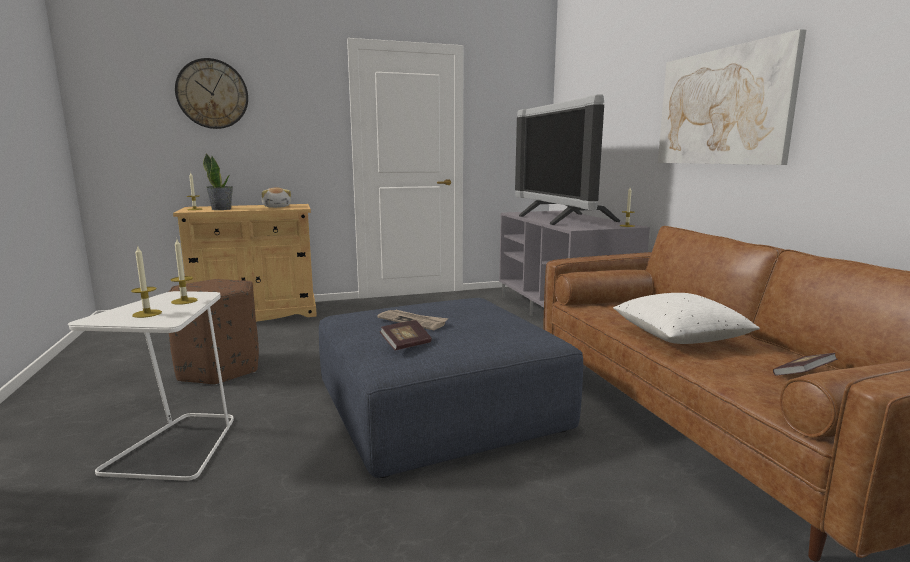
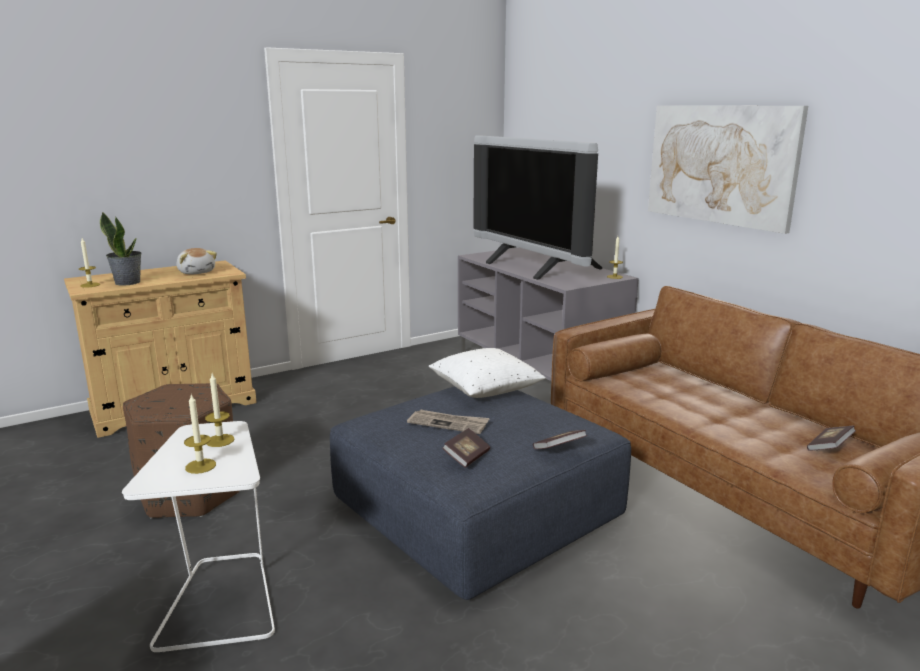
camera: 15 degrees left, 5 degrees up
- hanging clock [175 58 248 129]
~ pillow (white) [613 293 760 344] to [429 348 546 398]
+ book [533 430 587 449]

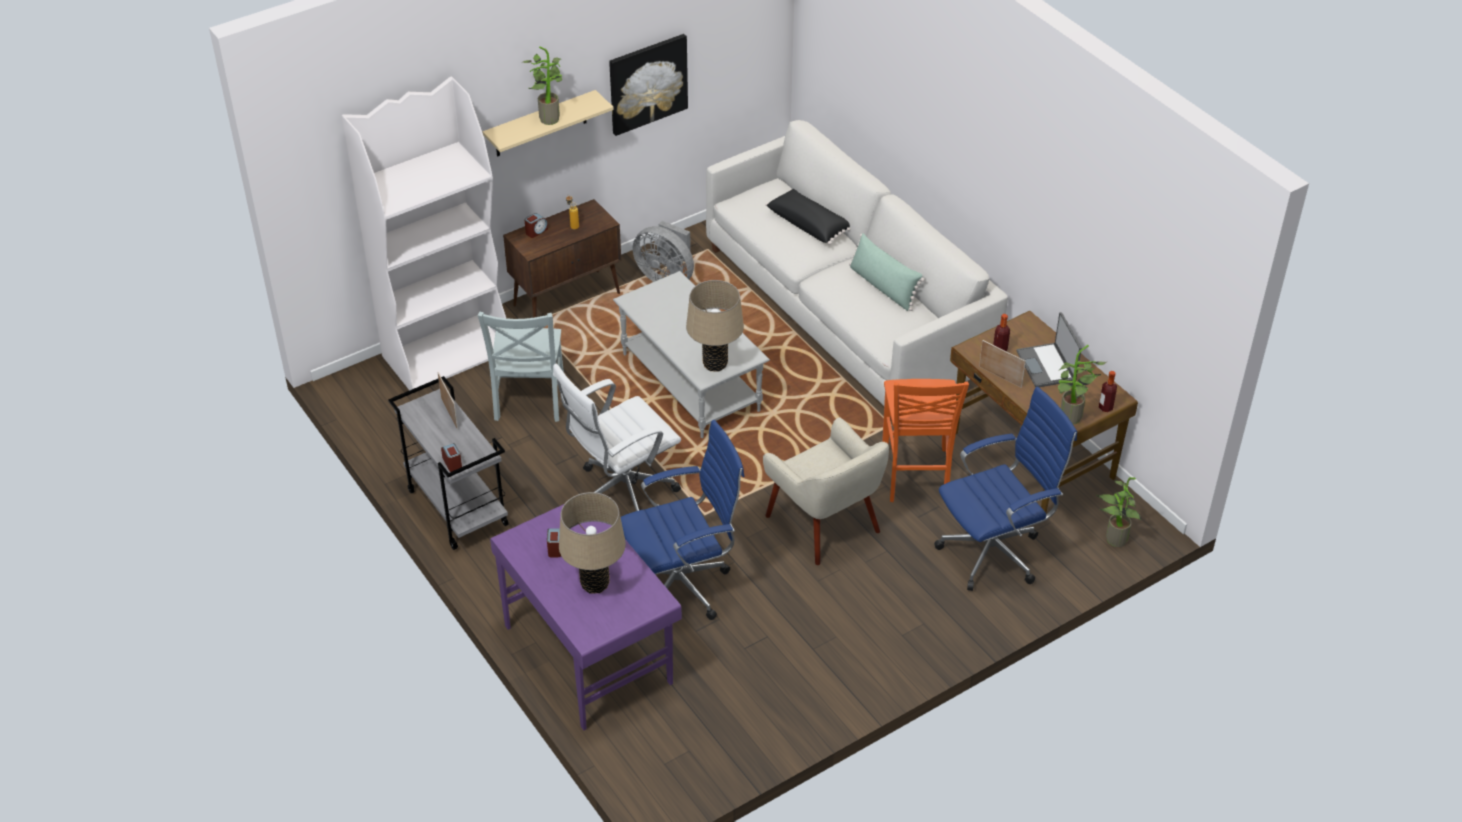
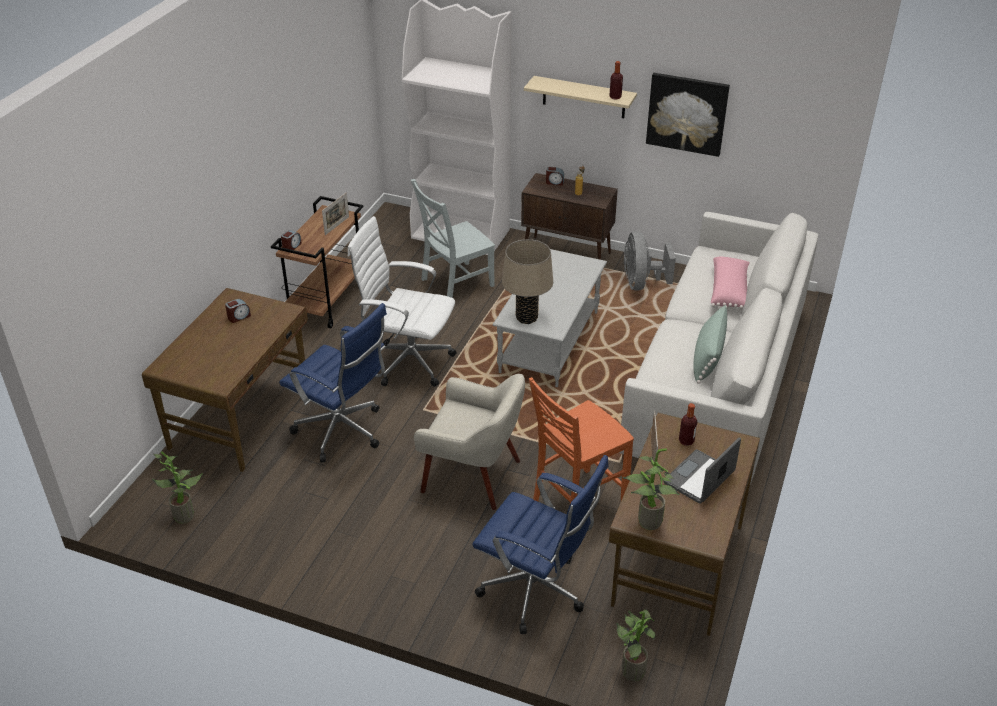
camera: 55 degrees right, 5 degrees down
~ trolley (gray) [388 376 509 550] to trolley (brown-coloured) [271 196 363 329]
~ desk table (purplish) [490 504 682 730] to desk table (brown-coloured) [142 288 308 472]
~ potted plant [522 46 562 125] to [152 452 203 524]
- table lamp (beige) [559 492 626 593]
~ lounge chair (beige) [763 418 889 565] = [414 374 525 510] 90 degrees counterclockwise
~ pillow (black) [765 189 850 245] to pillow (pink) [711 256 750 309]
~ bottle [1099 371 1117 412] to [609 61 623 100]

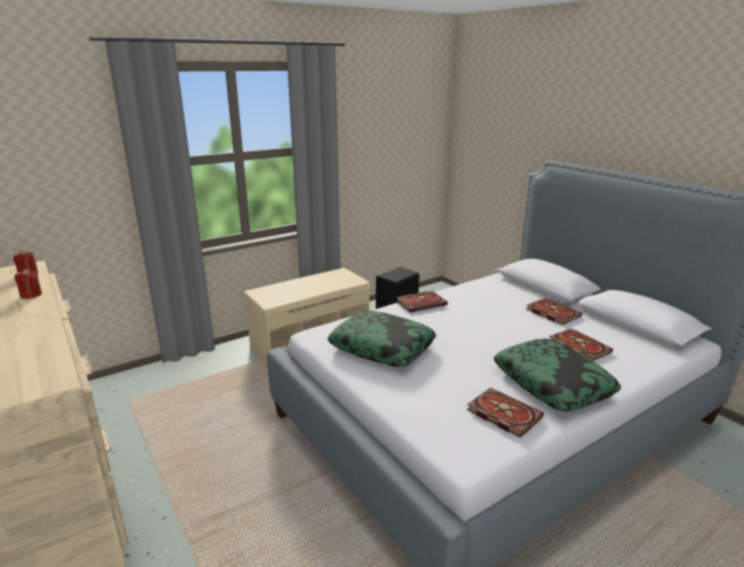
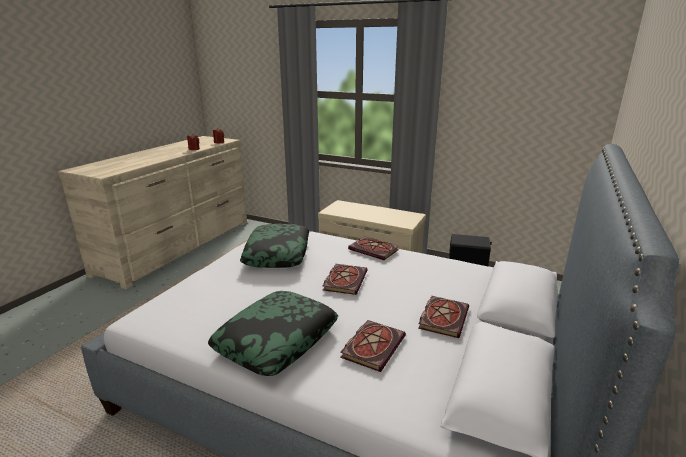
camera: 60 degrees right, 0 degrees up
~ book [467 387 544 438] to [323 264 367 295]

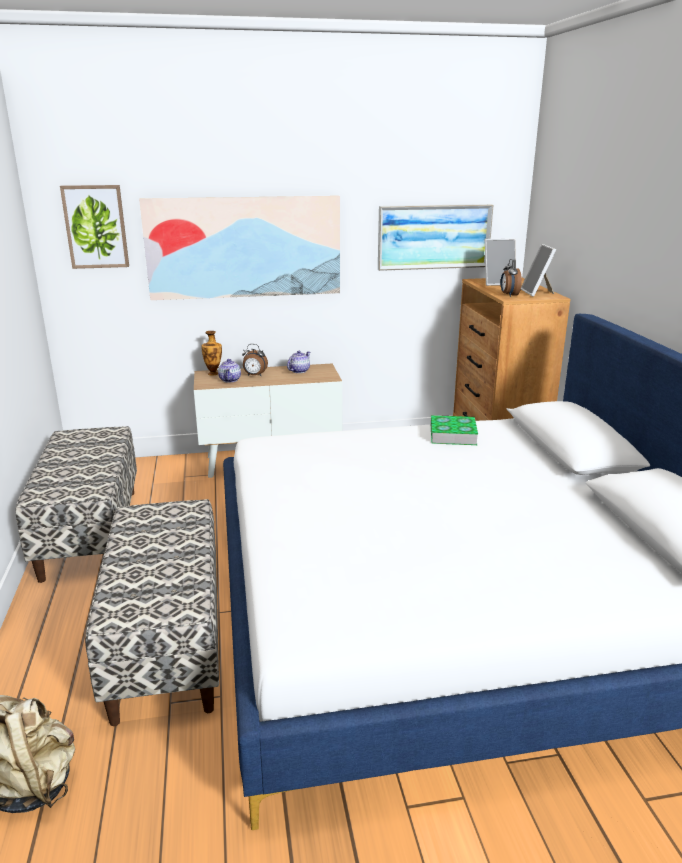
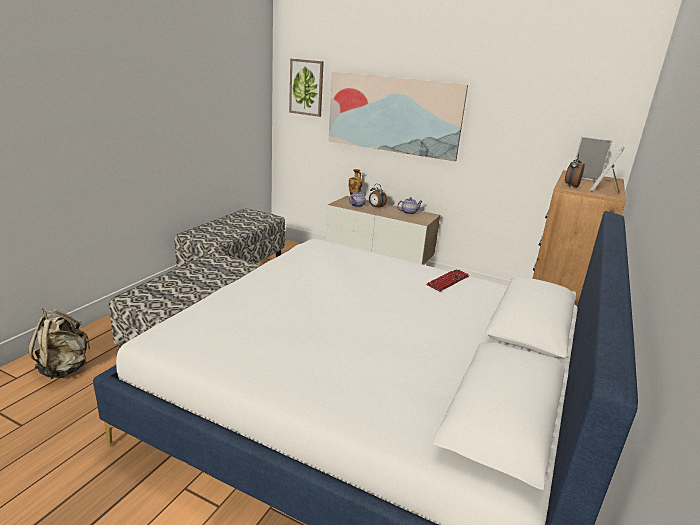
camera: 35 degrees right, 0 degrees up
- wall art [378 204 494 271]
~ book [431 415 478 445] to keyboard [426 270 469 292]

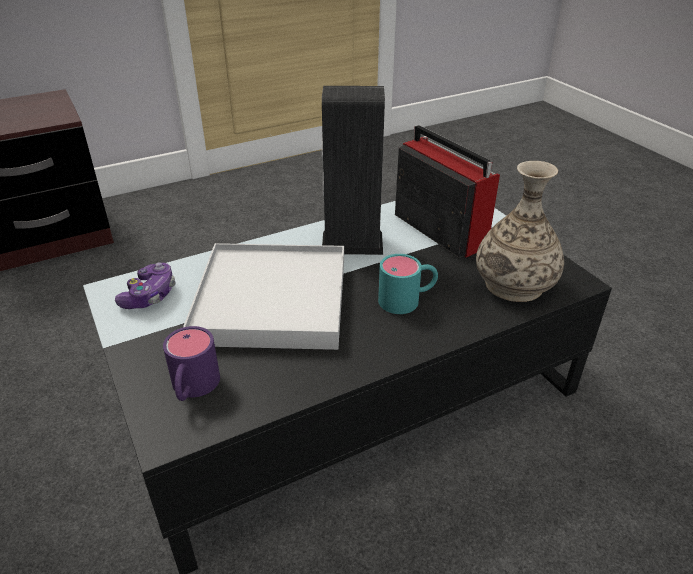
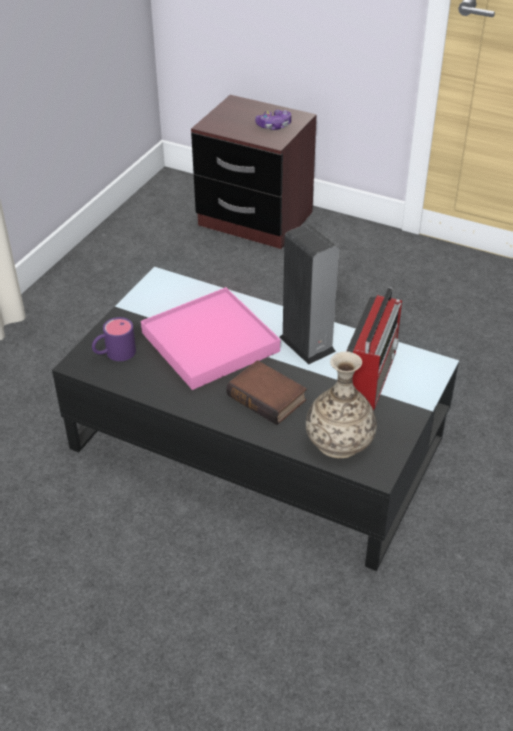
camera: 55 degrees right, 5 degrees up
~ gamepad [115 262 176 309] to [255 110 291 130]
~ serving tray (white) [183 243 344 350] to serving tray (pink) [141 287 280 390]
~ coffee mug (blue-green) [378 254 438 314] to book [226 360 307 425]

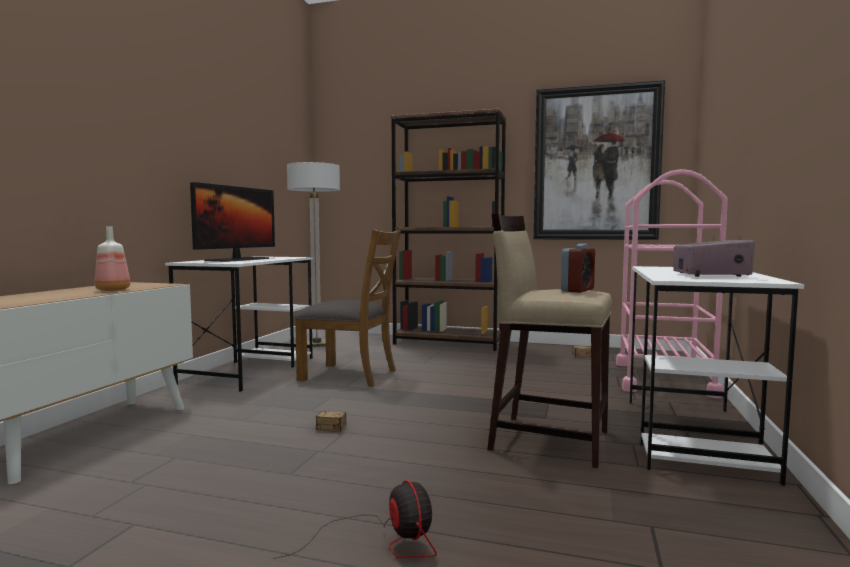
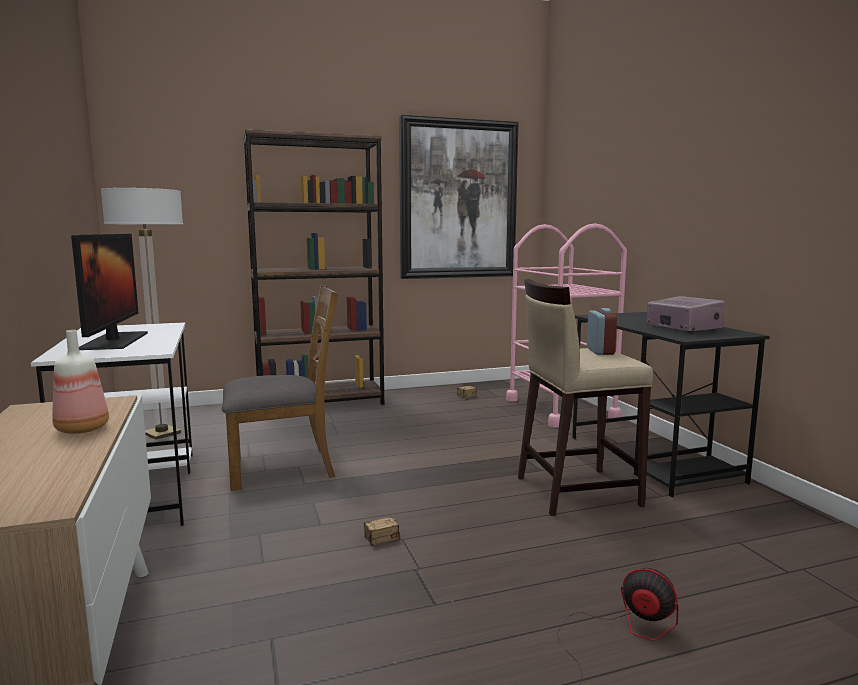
camera: 35 degrees left, 5 degrees up
~ desk table (white) [630 266 804 486] to desk table (black) [572 312 770 497]

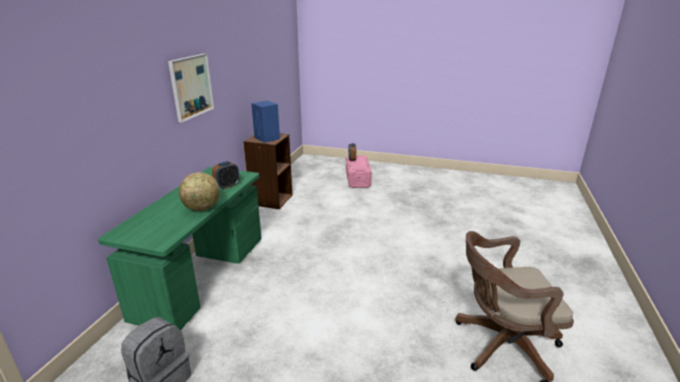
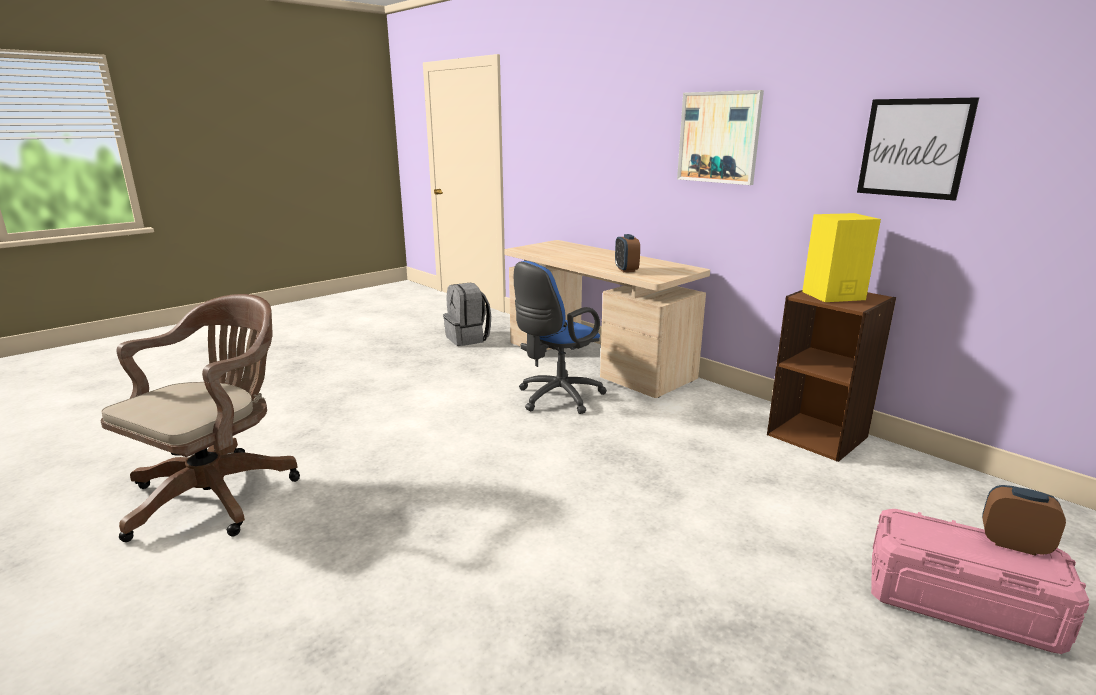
camera: 120 degrees right, 5 degrees down
~ desk table (green-coloured) [98 167 262 331] to desk table (beige) [505 240 710 398]
- world globe [179 172 220 211]
~ audio speaker (blue) [251 101 280 143] to audio speaker (yellowish) [802 213 881 302]
+ desk chair (blue) [514 261 607 414]
+ wall art [857 97 979 201]

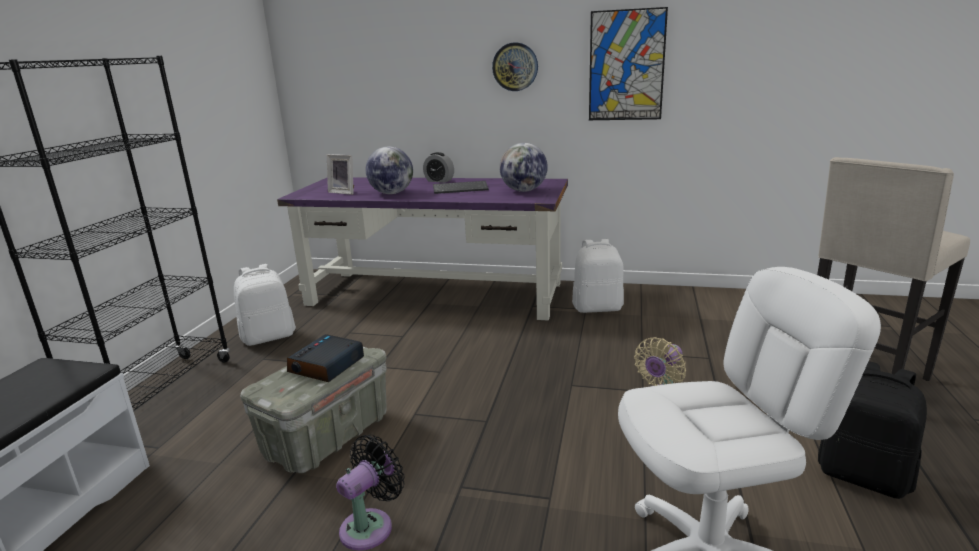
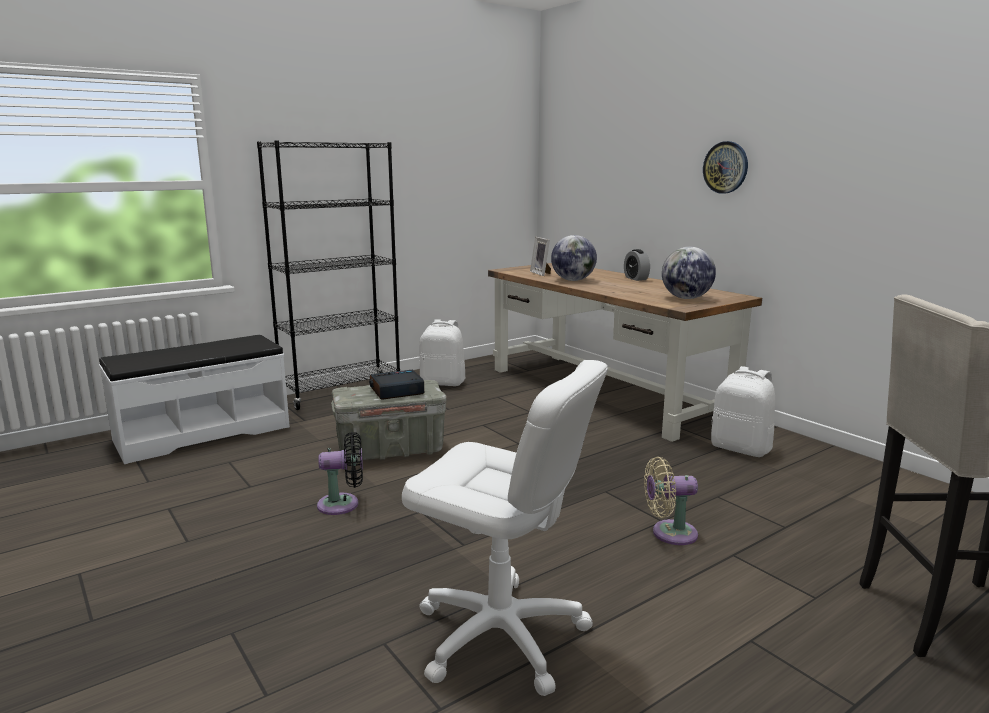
camera: 40 degrees right, 5 degrees down
~ desk table (purplish) [277 177 568 321] to desk table (brown-coloured) [488 263 762 442]
- keyboard [433 181 489 194]
- wall art [589 7 668 120]
- backpack (black) [818 361 927 499]

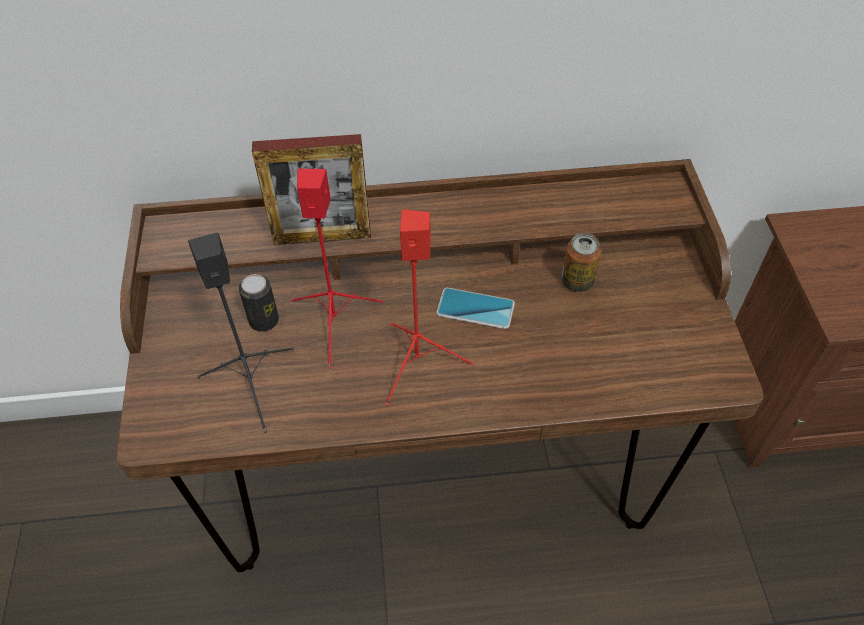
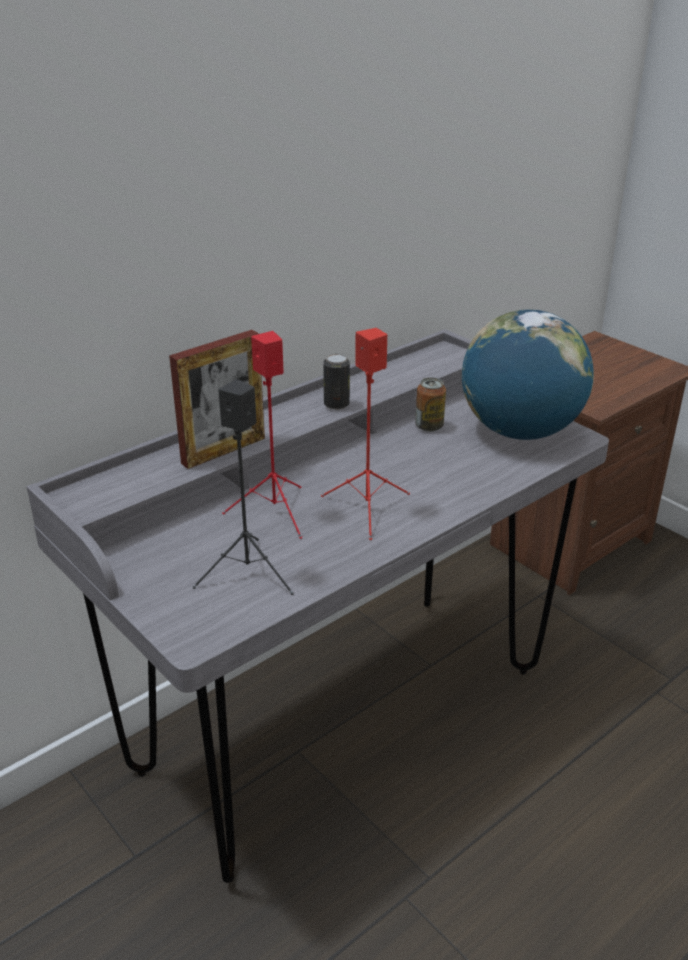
camera: 35 degrees left, 20 degrees down
~ desk table (brown-coloured) [116 159 764 572] to desk table (gray) [26 329 609 883]
~ can [239 274 279 332] to [323 354 350 410]
- handset [436 288 515 329]
+ world globe [462 309 594 440]

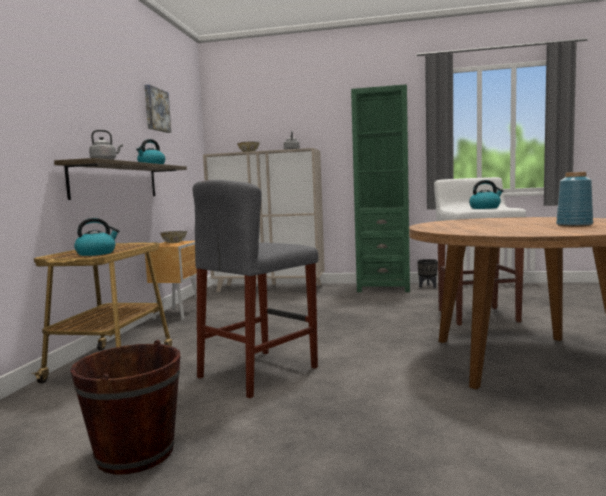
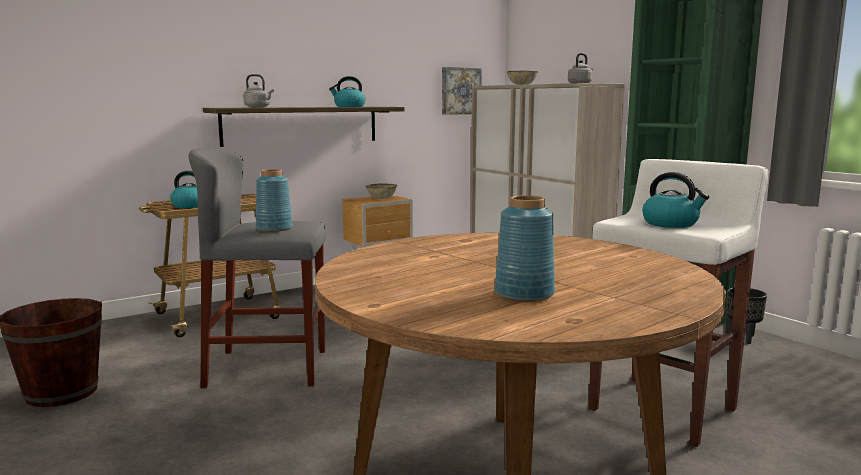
camera: 45 degrees right, 5 degrees up
~ wall art [144 85 171 133] to [442 67 482 115]
+ vase (blue) [256 169 293 232]

